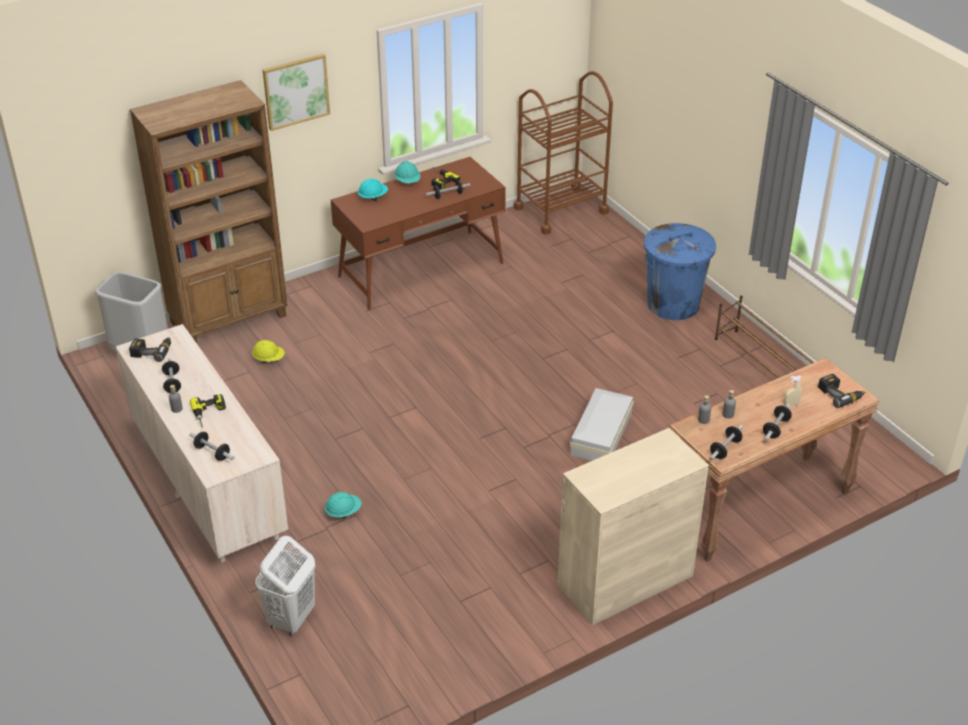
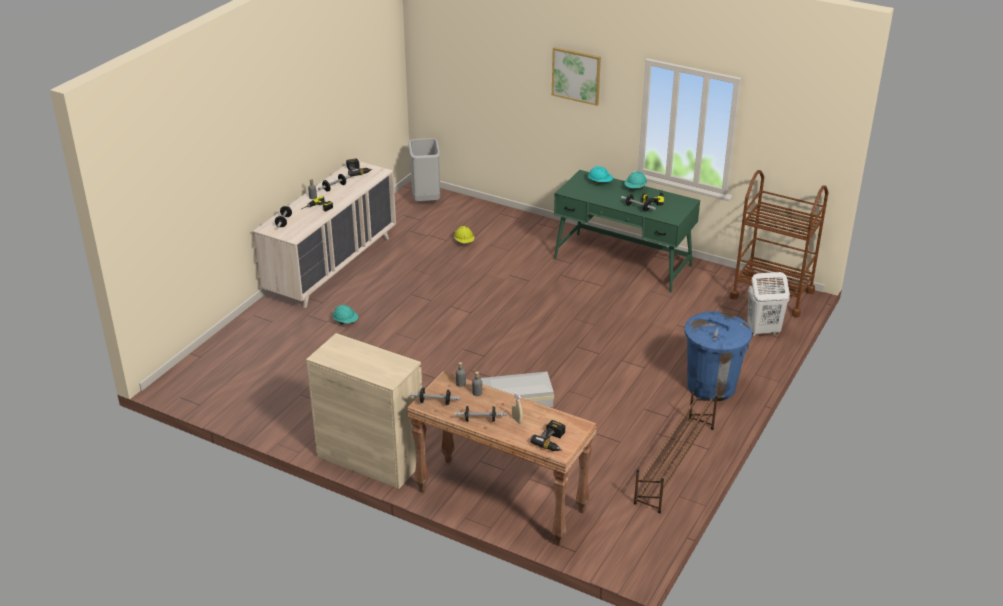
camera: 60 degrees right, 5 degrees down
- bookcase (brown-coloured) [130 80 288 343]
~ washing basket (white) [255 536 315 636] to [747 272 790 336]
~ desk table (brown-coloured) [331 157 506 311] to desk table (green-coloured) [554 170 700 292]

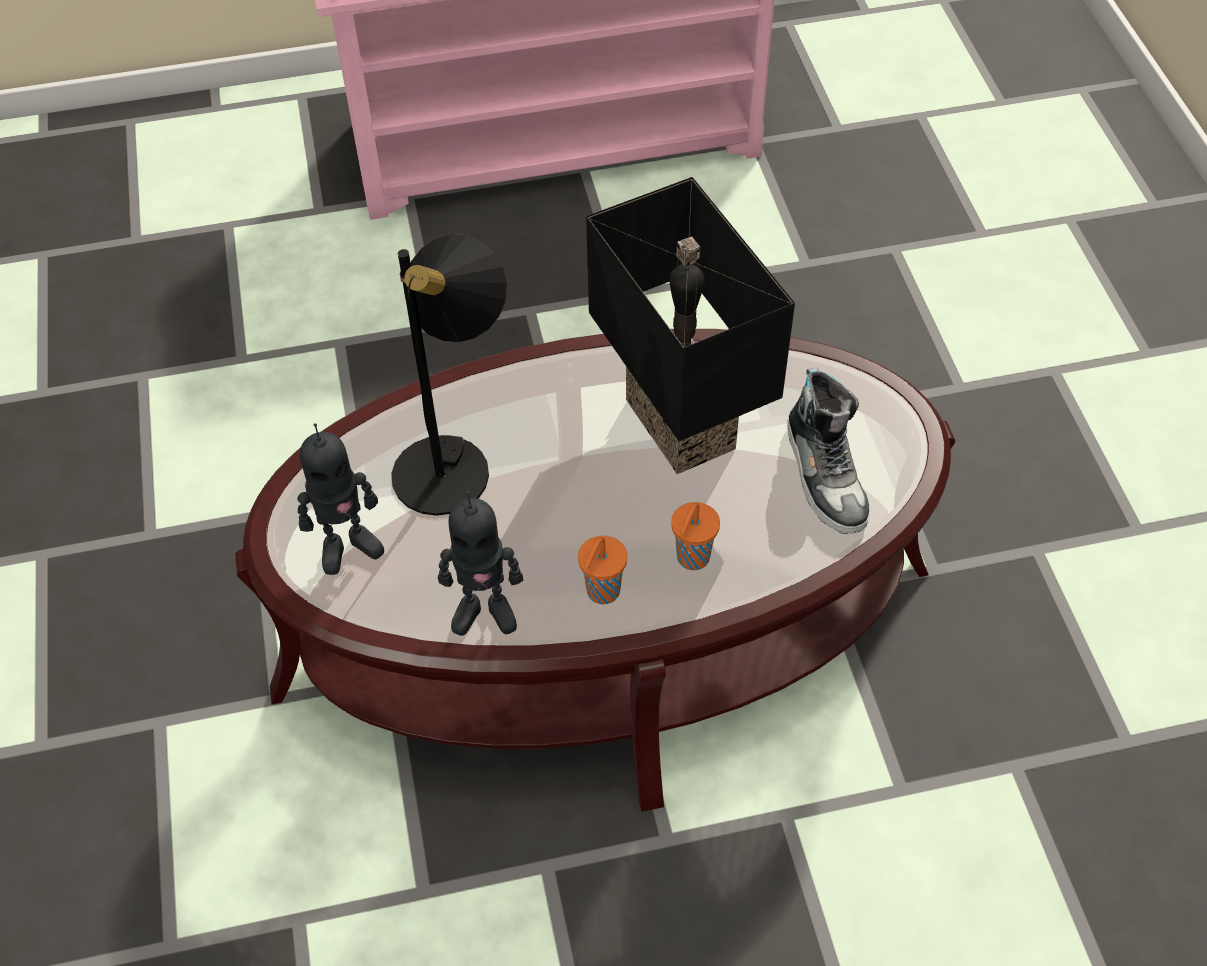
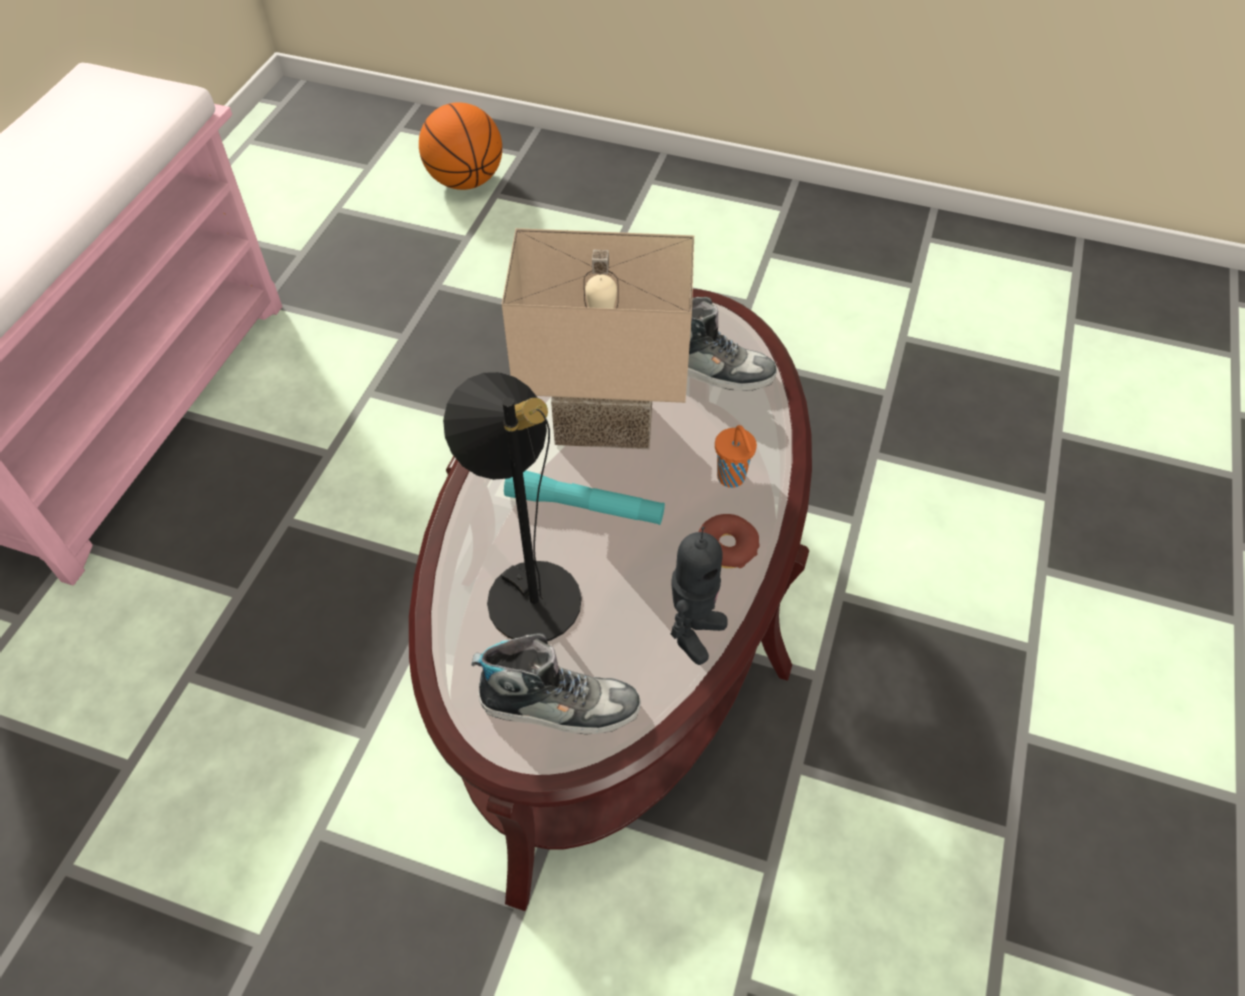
camera: 60 degrees left, 0 degrees up
~ robot figure [297 423 384 575] to item of footwear [472 633 640 735]
~ drinking cup (orangey) [578 536 627 604] to ring doughnut [699 514 760 568]
~ table lamp (black) [586 177 795 474] to table lamp (beige) [502 228 694 449]
+ basketball ball [419 102 502 190]
+ torch (blue-green) [504 471 665 525]

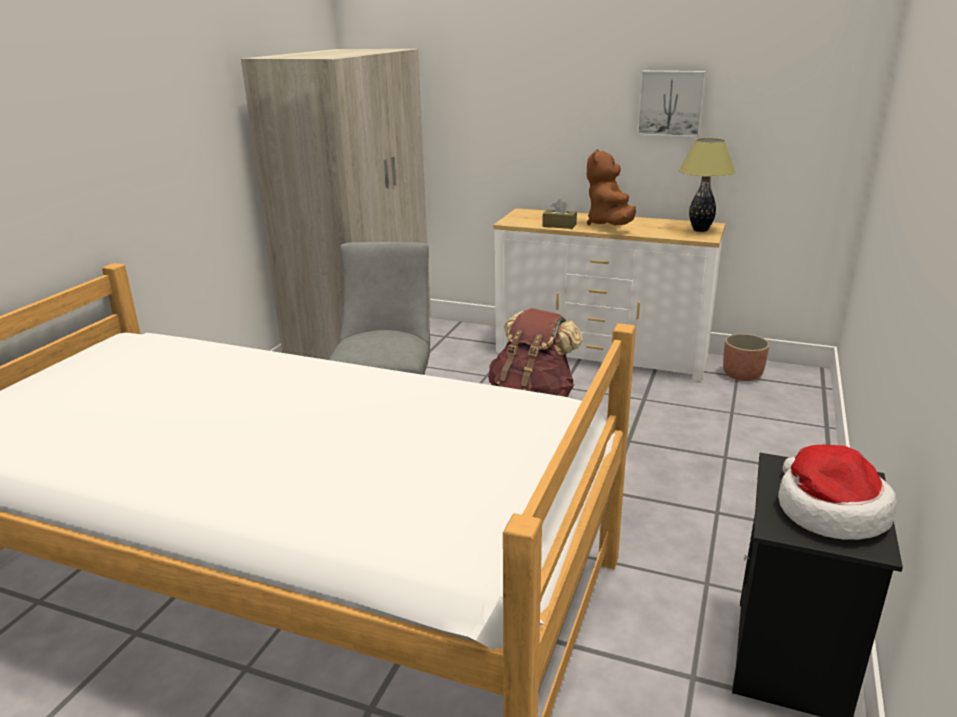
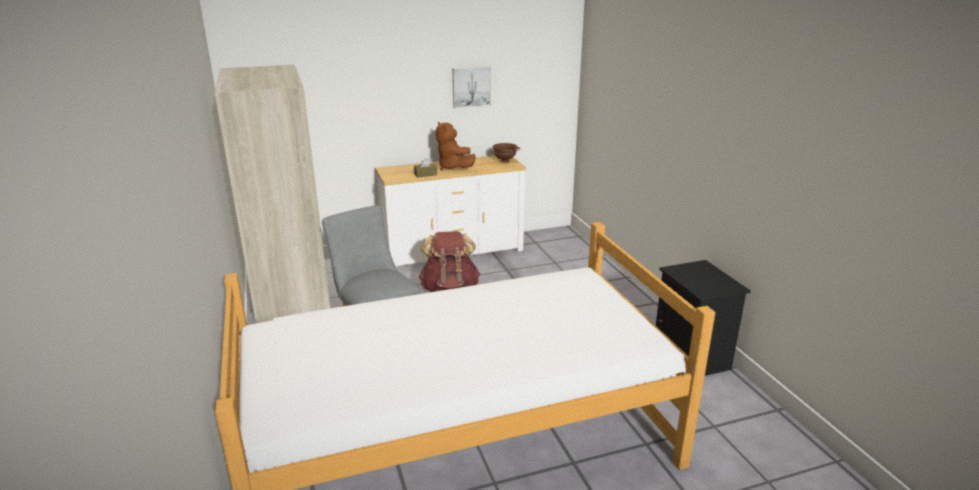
camera: 40 degrees left, 0 degrees up
~ table lamp [679 138 736 232] to deep dish (brown-coloured) [490 143 520 163]
- planter [723 334 770 381]
- clothing hat [778 444 897 540]

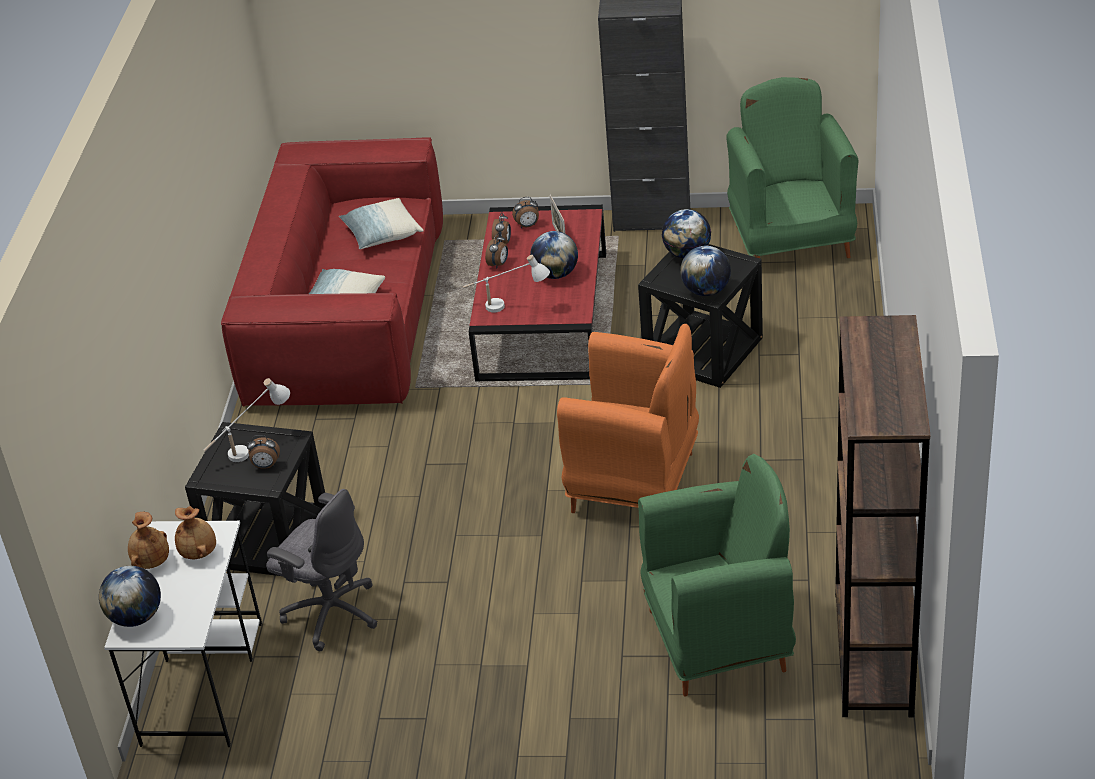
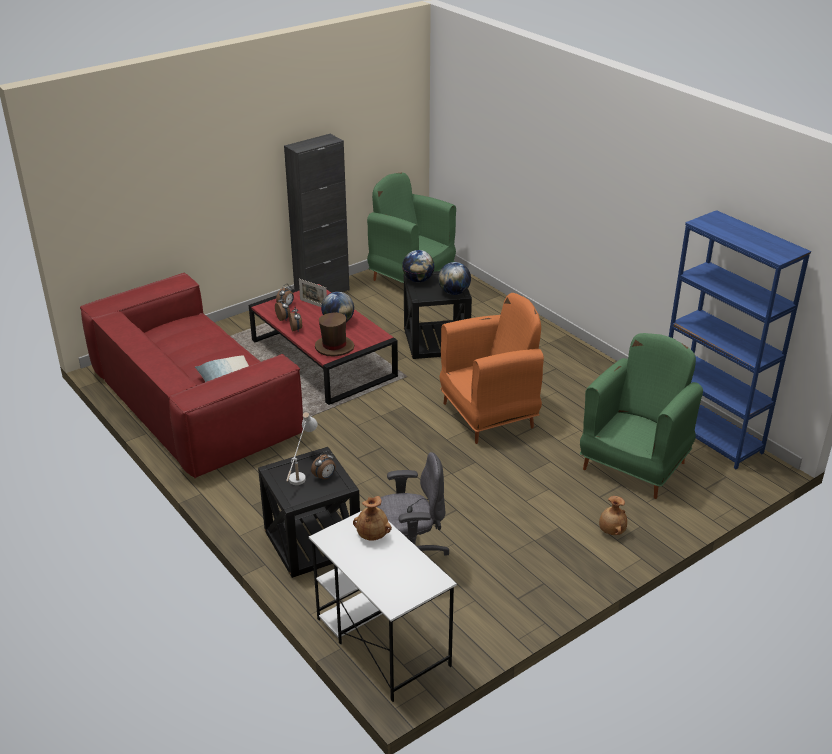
camera: 45 degrees left, 5 degrees down
- world globe [99 566 161 627]
~ vase (brown-coloured) [128 512 169 569] to [599 496 627 535]
- pillow [339 198 424 249]
~ table lamp (white) [463 255 550 313] to clothing hat (brown-coloured) [315 312 354 357]
~ bookcase (brown-coloured) [835 315 930 717] to bookcase (blue) [669 210 811 469]

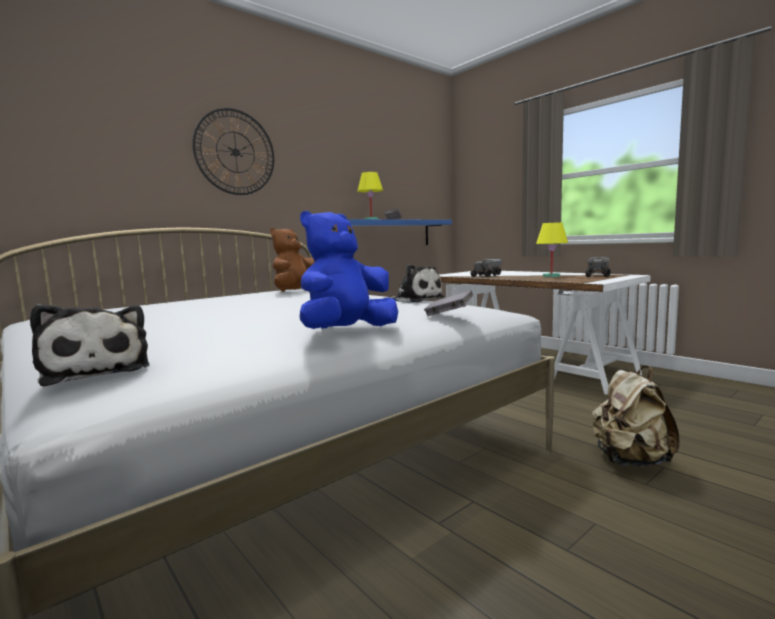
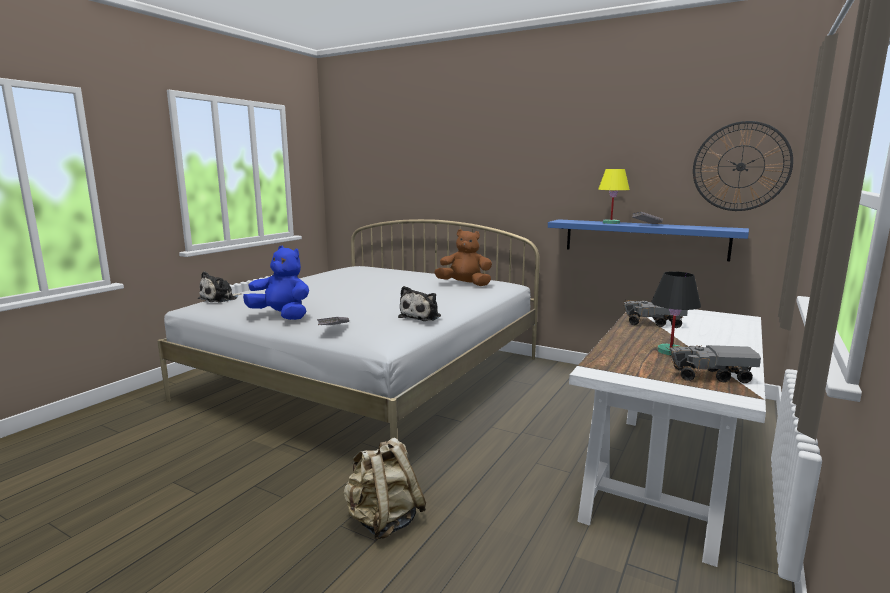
camera: 70 degrees right, 5 degrees up
~ hanging clock [192 108 274 195] to [693 121 793 211]
~ table lamp (yellowish) [536 222 568 277] to table lamp (black) [651 271 701 356]

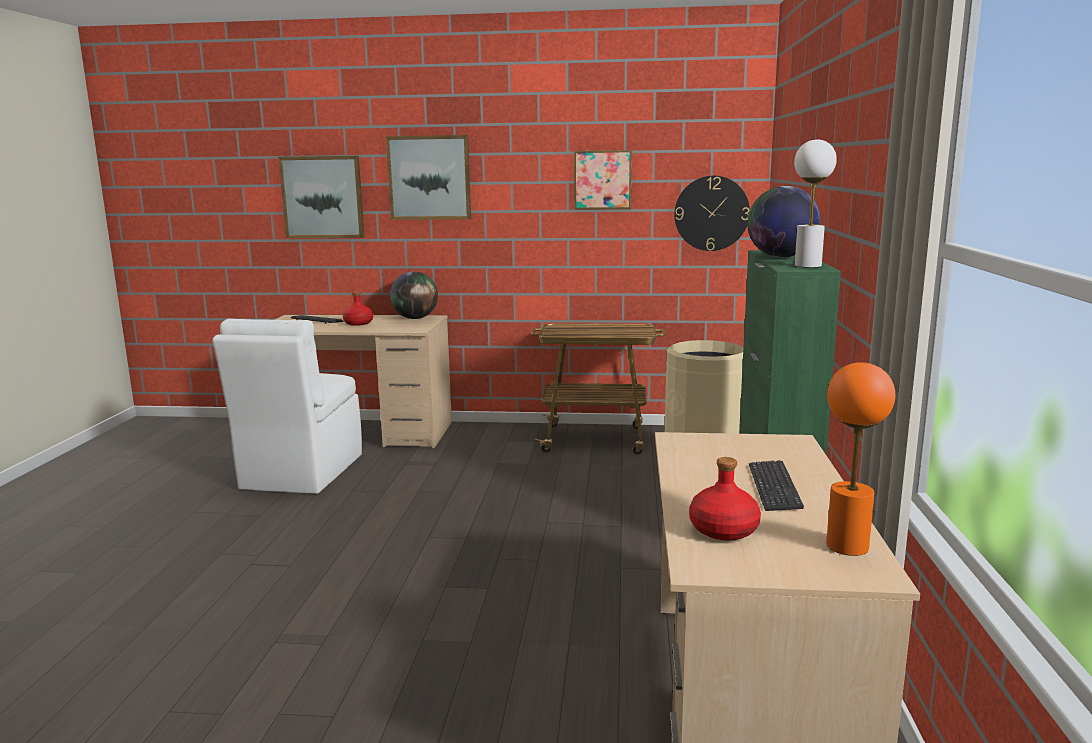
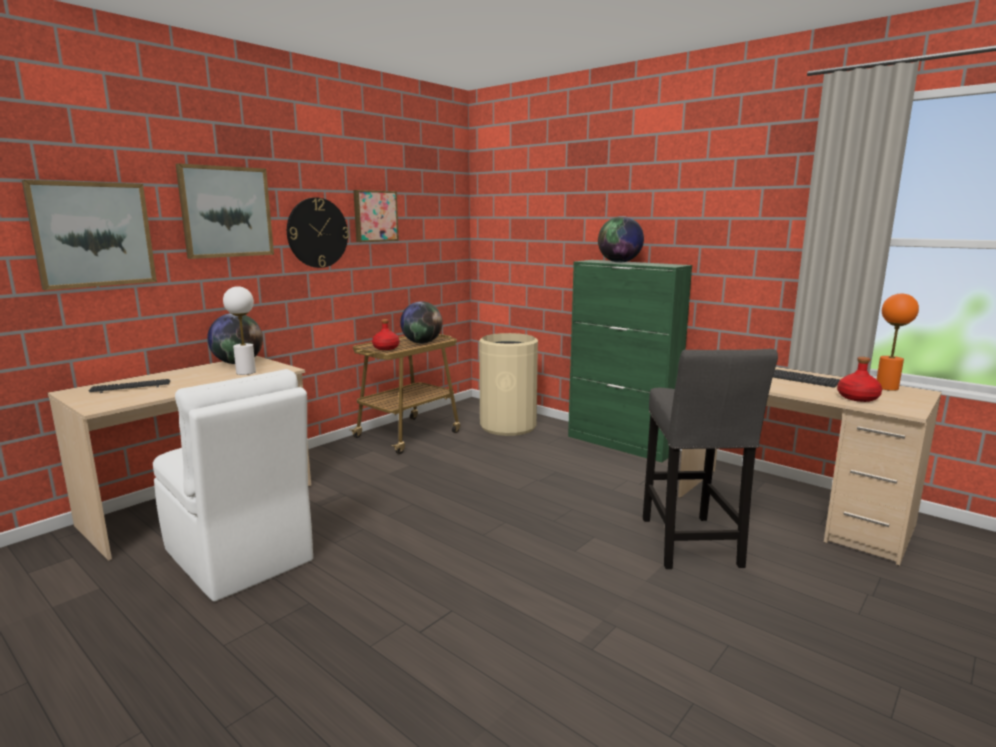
camera: 55 degrees left, 0 degrees up
~ bottle (reddish) [343 291 373 326] to [372 319 400 350]
~ hanging clock [674 176 750 251] to [287 197 349 268]
~ table lamp (white) [794 139 837 268] to [223 286 256 375]
+ world globe [400 301 443 344]
+ stool (gray) [643 349 778 569]

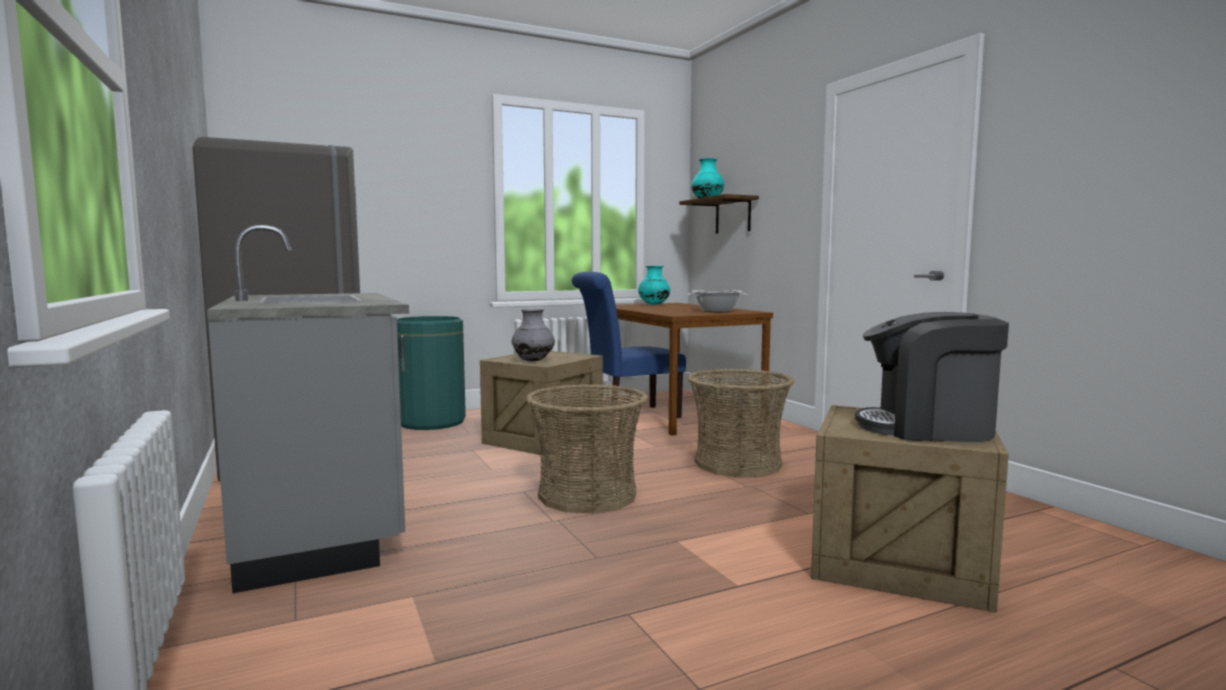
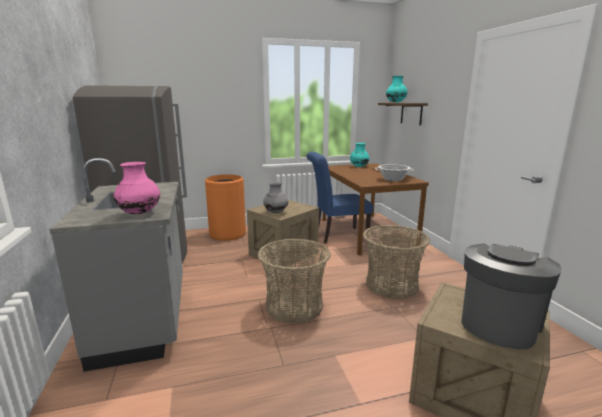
camera: 10 degrees right, 10 degrees up
~ rubbish bin (green-coloured) [397 316 466 430] to rubbish bin (orangey) [205 174 246 241]
~ coffee brewer [855 312 1009 442] = [462 243 562 349] 105 degrees clockwise
+ vase (pink) [114 162 160 214]

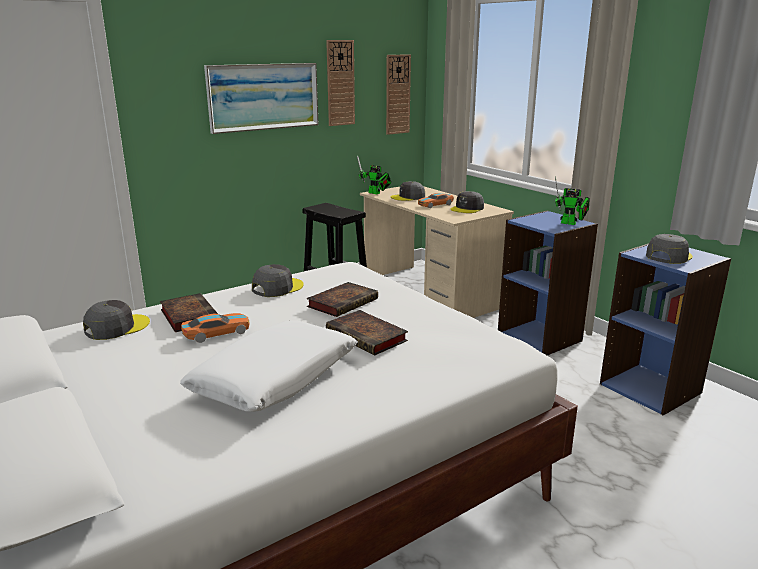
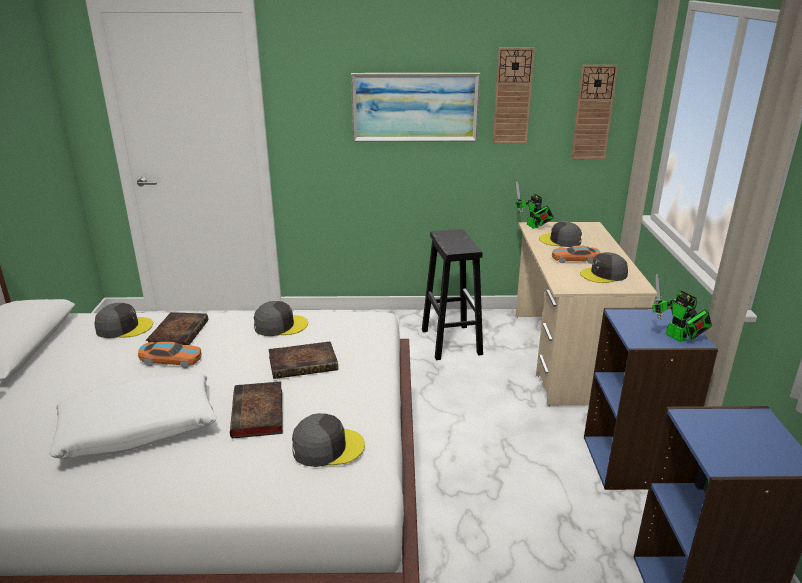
camera: 35 degrees right, 5 degrees up
~ peaked cap (gray) [646 234 693 264] to [292 413 365 467]

